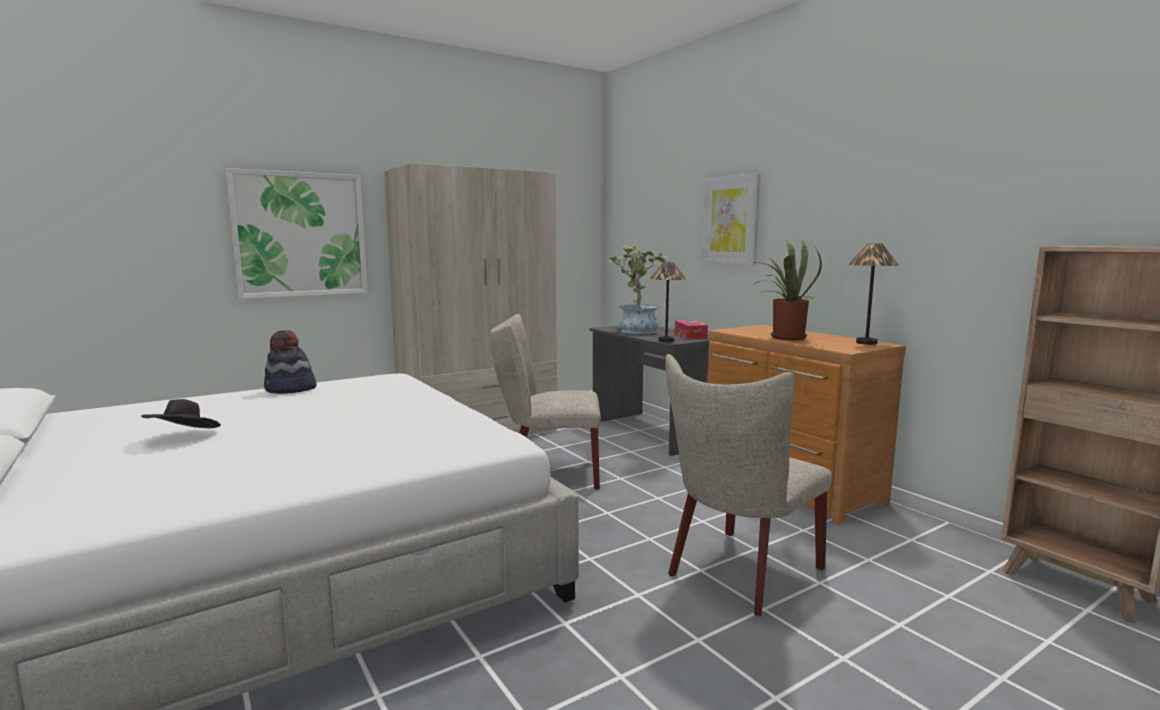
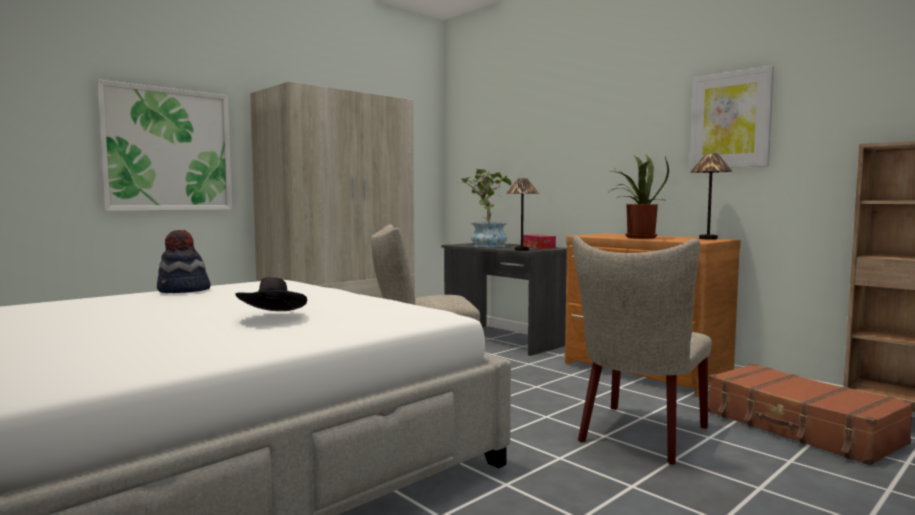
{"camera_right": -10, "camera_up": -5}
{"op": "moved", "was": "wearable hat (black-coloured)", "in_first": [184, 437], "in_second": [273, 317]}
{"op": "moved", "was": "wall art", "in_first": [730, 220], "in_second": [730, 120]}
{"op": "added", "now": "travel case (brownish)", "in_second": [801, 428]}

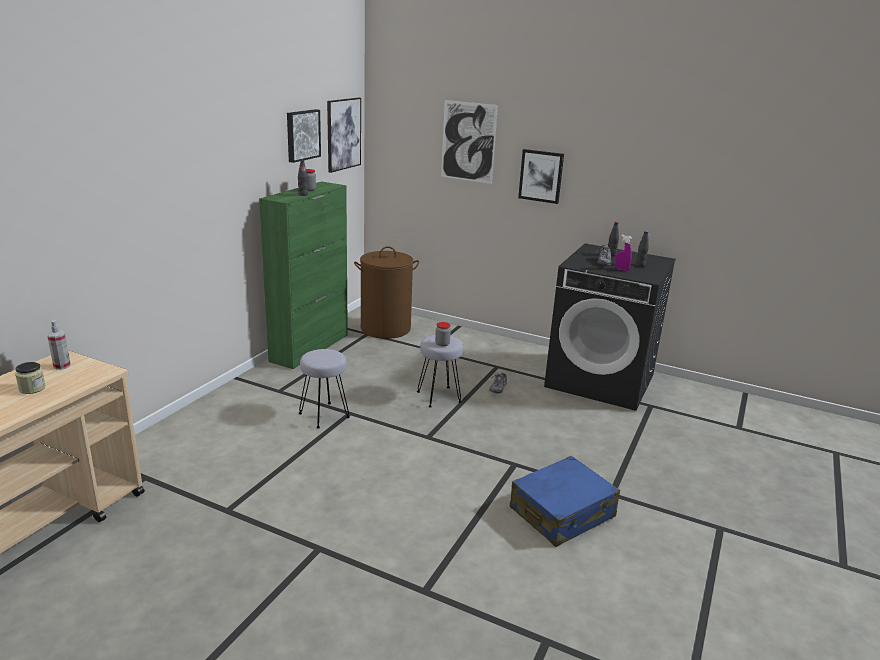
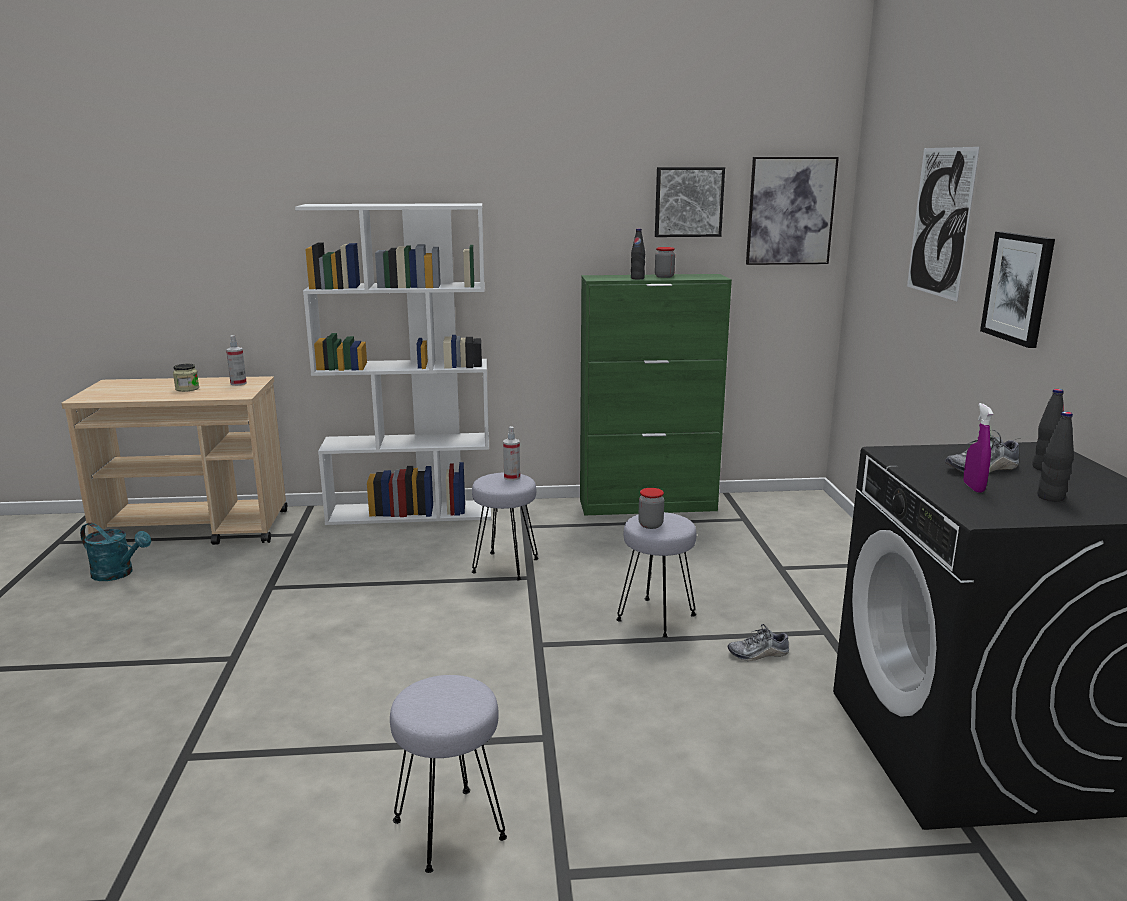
{"camera_right": 60, "camera_up": -5}
{"op": "added", "now": "sprinkling can (turquoise)", "in_second": [118, 574]}
{"op": "added", "now": "bookshelf (whitish)", "in_second": [411, 513]}
{"op": "replaced", "was": "travel case (blue)", "now": "stool (greyish)", "in_first": [562, 513], "in_second": [451, 828]}
{"op": "added", "now": "hand sprayer", "in_second": [512, 477]}
{"op": "removed", "was": "hamper (brownish)", "in_first": [385, 329]}

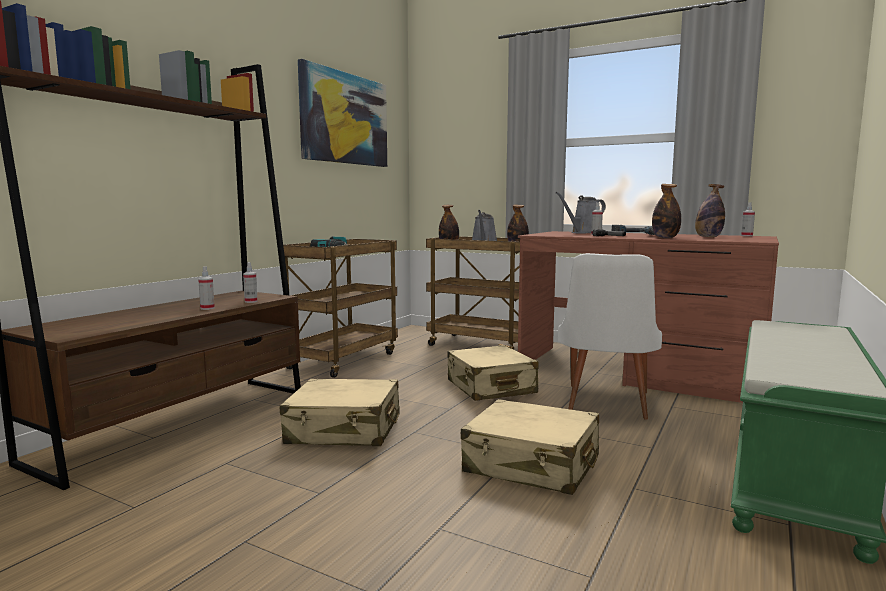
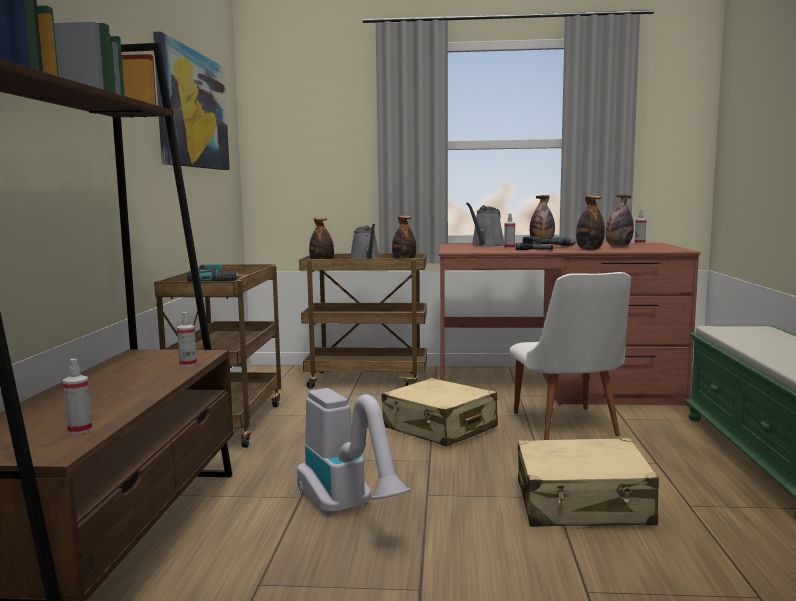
{"camera_right": -25, "camera_up": 0}
{"op": "moved", "was": "hand sprayer", "in_first": [207, 308], "in_second": [80, 430]}
{"op": "replaced", "was": "travel case (beige-coloured)", "now": "vacuum", "in_first": [344, 430], "in_second": [348, 509]}
{"op": "added", "now": "drink bottle", "in_second": [541, 244]}

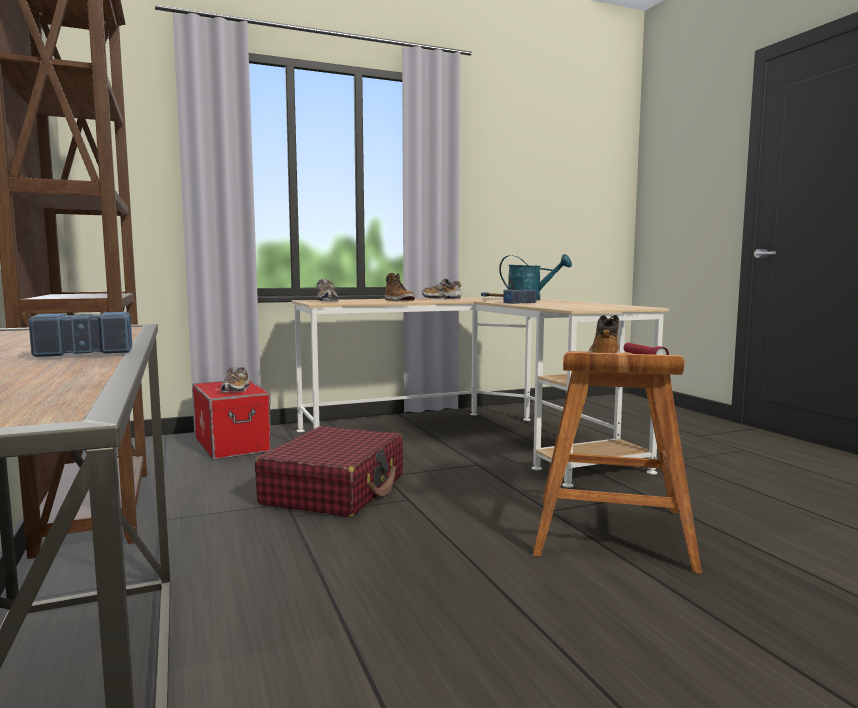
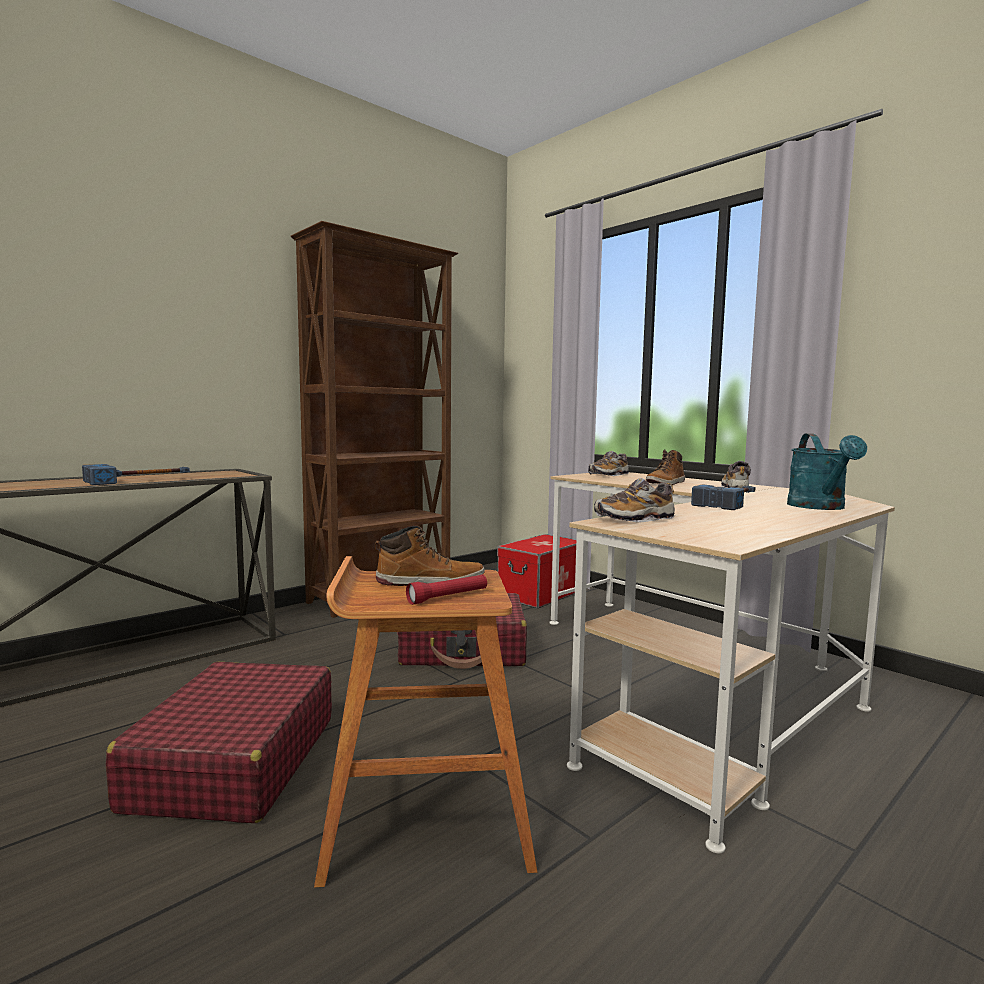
{"camera_right": 70, "camera_up": 0}
{"op": "added", "now": "travel case (red-coloured)", "in_second": [234, 762]}
{"op": "moved", "was": "item of footwear", "in_first": [236, 390], "in_second": [634, 519]}

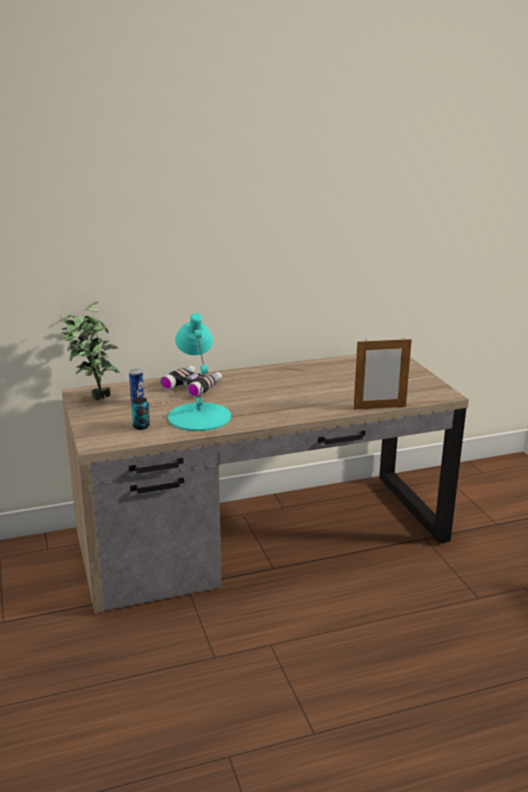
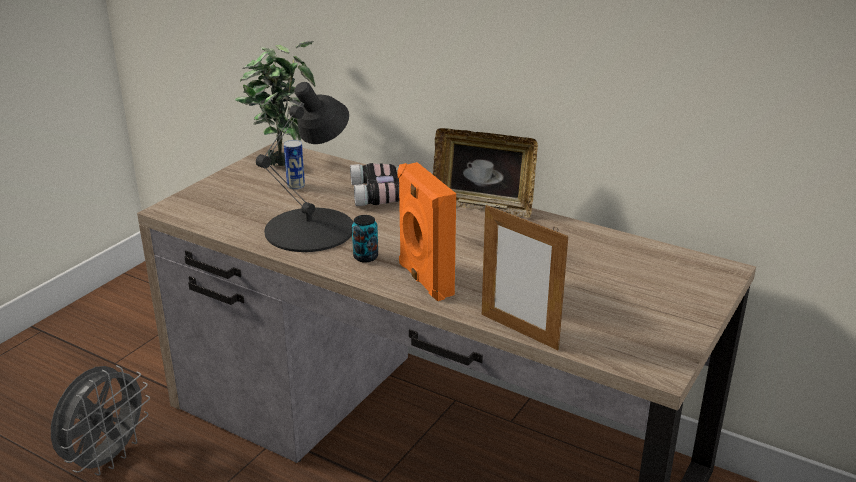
{"camera_right": 50, "camera_up": 5}
{"op": "added", "now": "cooling fan (greyish)", "in_second": [107, 458]}
{"op": "recoloured", "was": "tabletop lamp (turquoise)", "now": "tabletop lamp (black-coloured)", "in_first": [199, 416], "in_second": [311, 229]}
{"op": "moved", "was": "metal can", "in_first": [141, 426], "in_second": [365, 257]}
{"op": "added", "now": "loudspeaker (orangey)", "in_second": [424, 280]}
{"op": "added", "now": "photo frame", "in_second": [483, 206]}

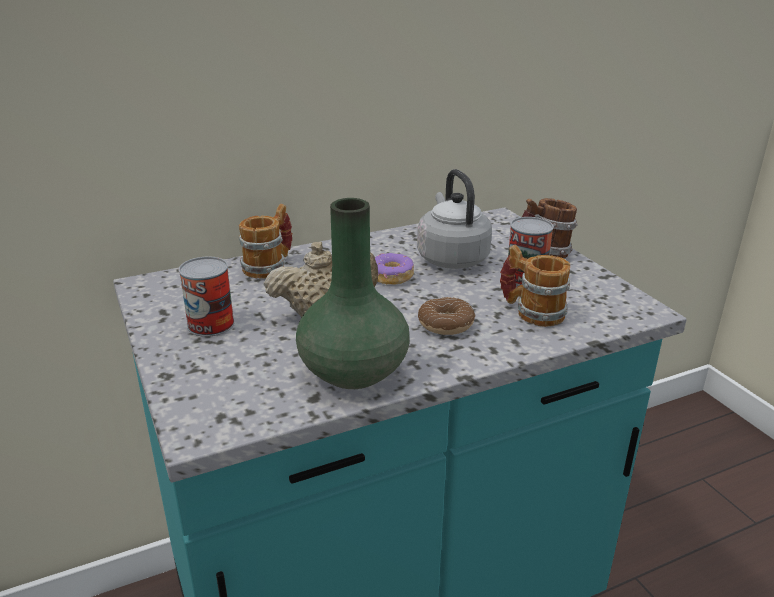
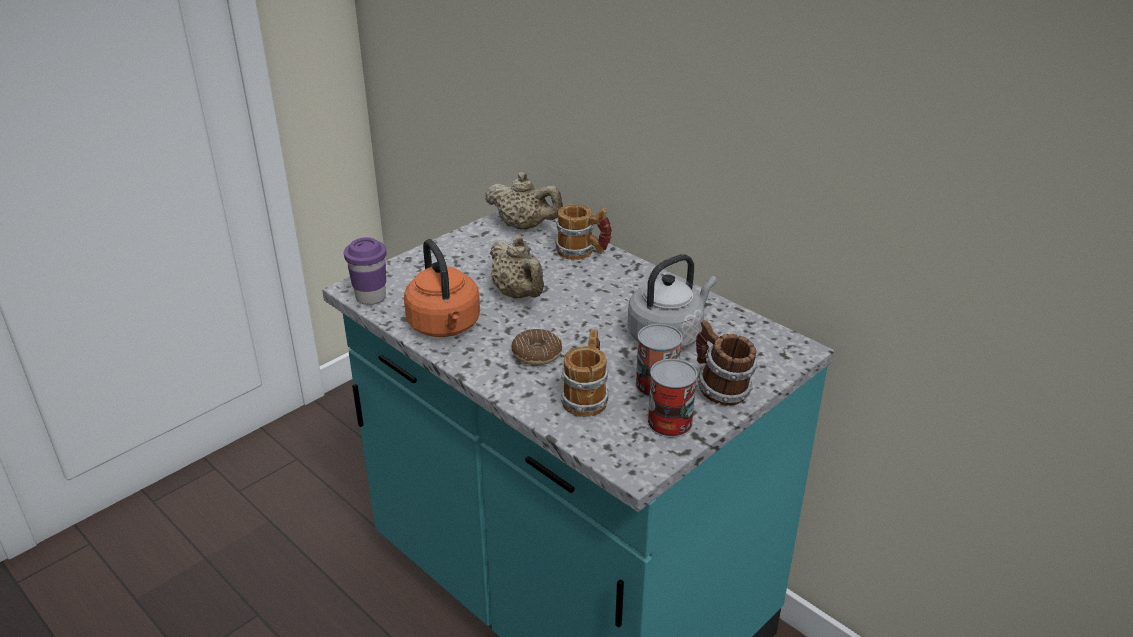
{"camera_right": 70, "camera_up": 5}
{"op": "added", "now": "cup (purple-coloured)", "in_second": [371, 297]}
{"op": "replaced", "was": "vase (green-coloured)", "now": "kettle (orangey)", "in_first": [354, 371], "in_second": [445, 326]}
{"op": "added", "now": "tea pot (beige-coloured)", "in_second": [524, 226]}
{"op": "moved", "was": "metal can", "in_first": [211, 324], "in_second": [669, 422]}
{"op": "removed", "was": "doughnut", "in_first": [391, 276]}

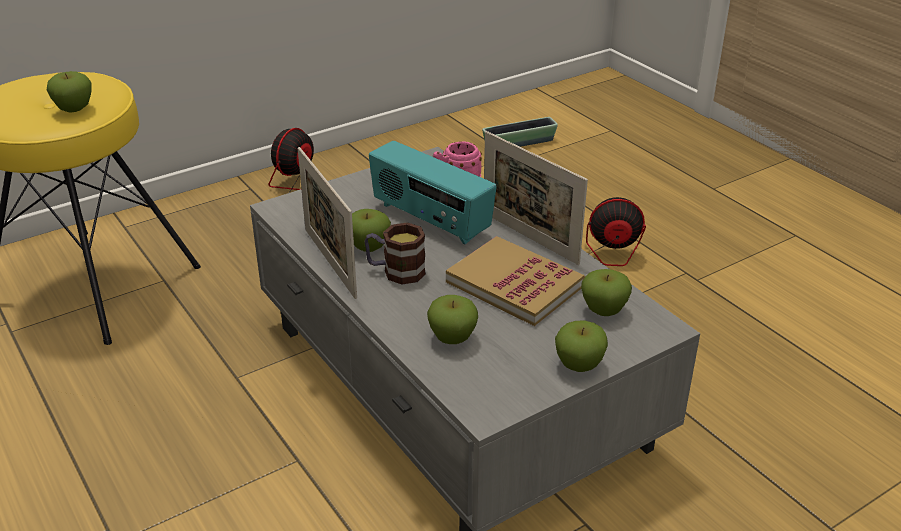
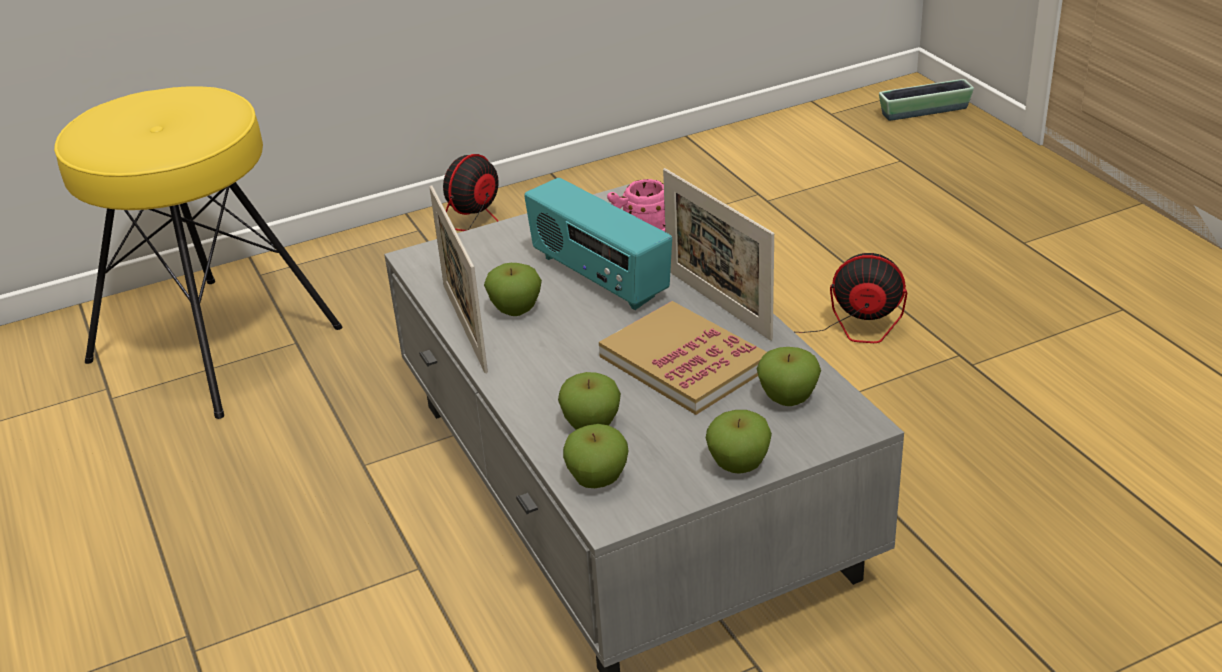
{"camera_right": 10, "camera_up": 0}
{"op": "moved", "was": "apple fruit", "in_first": [74, 109], "in_second": [597, 480]}
{"op": "moved", "was": "flower pot", "in_first": [519, 143], "in_second": [924, 111]}
{"op": "removed", "was": "coffee mug", "in_first": [395, 271]}

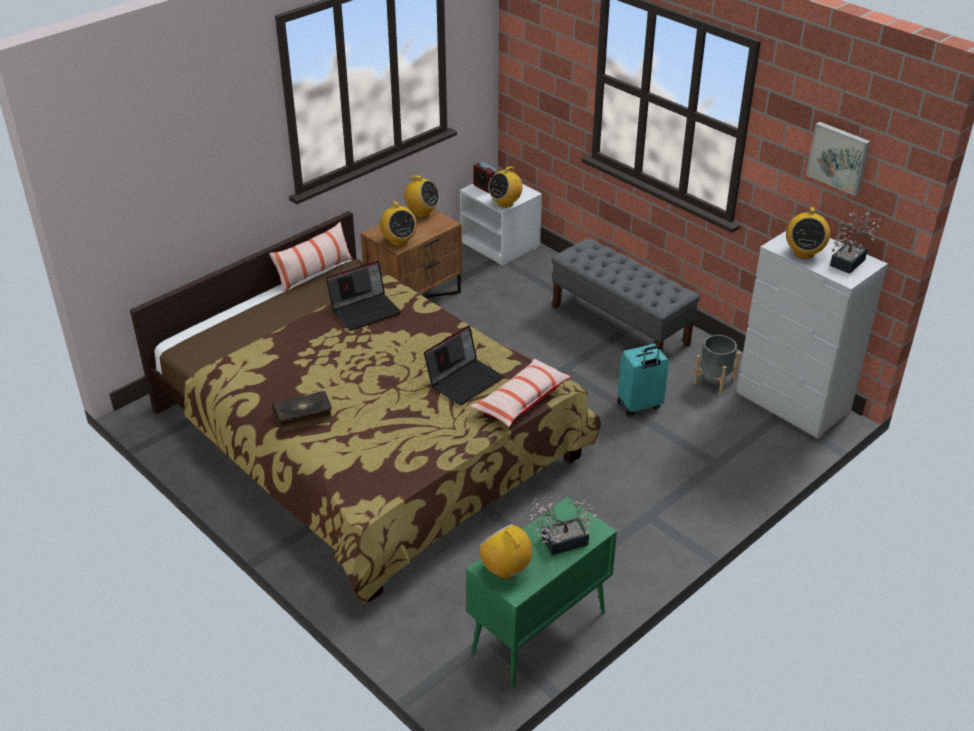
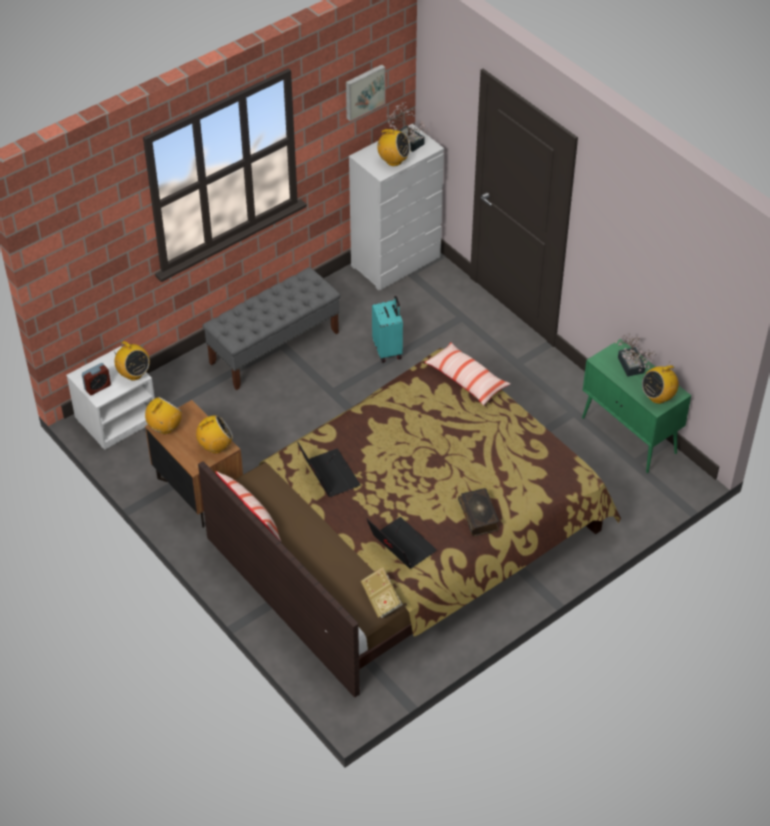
{"camera_right": -85, "camera_up": 10}
{"op": "added", "now": "volume", "in_second": [382, 600]}
{"op": "moved", "was": "laptop", "in_first": [465, 380], "in_second": [400, 546]}
{"op": "removed", "was": "flower pot (greyish)", "in_first": [714, 381]}

